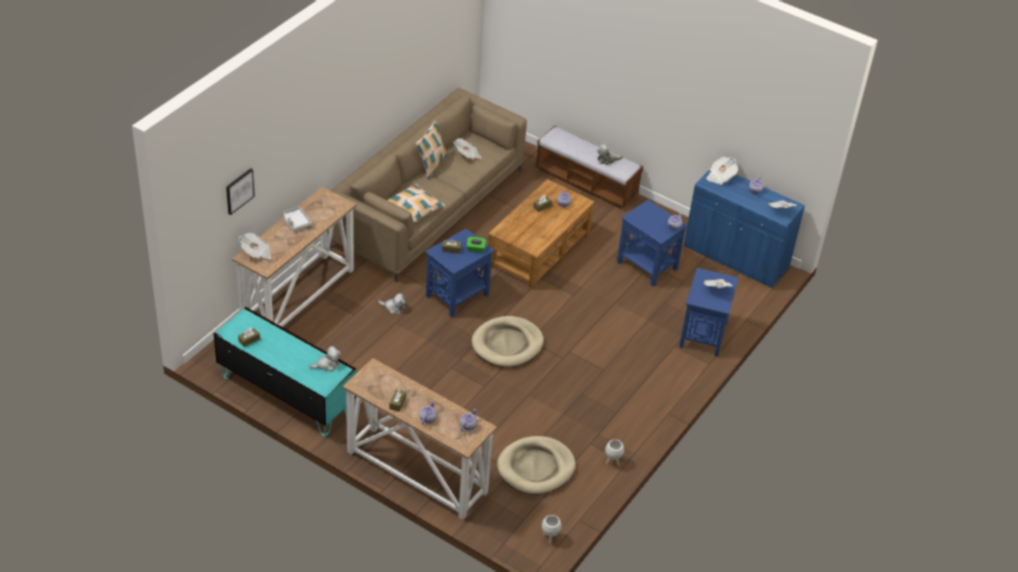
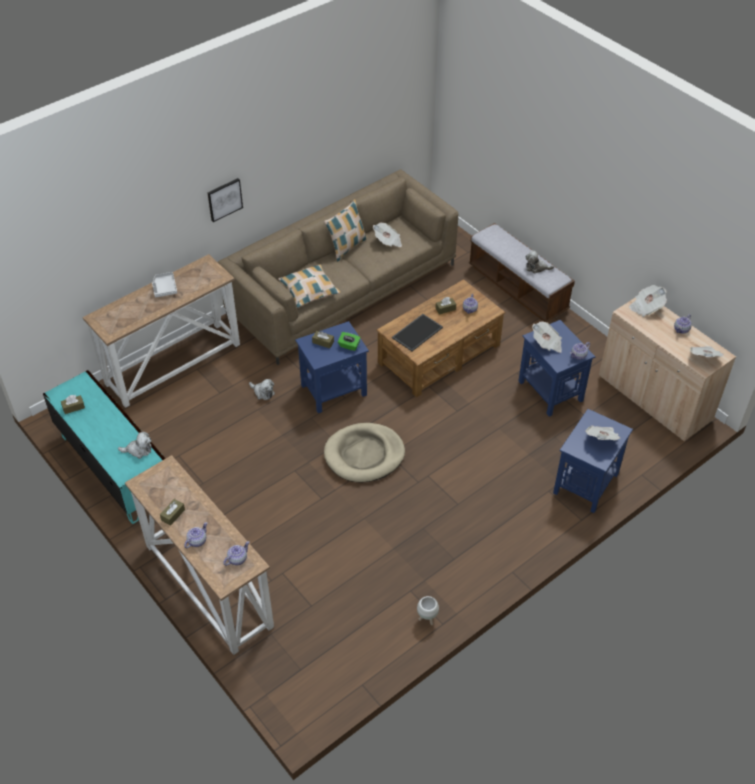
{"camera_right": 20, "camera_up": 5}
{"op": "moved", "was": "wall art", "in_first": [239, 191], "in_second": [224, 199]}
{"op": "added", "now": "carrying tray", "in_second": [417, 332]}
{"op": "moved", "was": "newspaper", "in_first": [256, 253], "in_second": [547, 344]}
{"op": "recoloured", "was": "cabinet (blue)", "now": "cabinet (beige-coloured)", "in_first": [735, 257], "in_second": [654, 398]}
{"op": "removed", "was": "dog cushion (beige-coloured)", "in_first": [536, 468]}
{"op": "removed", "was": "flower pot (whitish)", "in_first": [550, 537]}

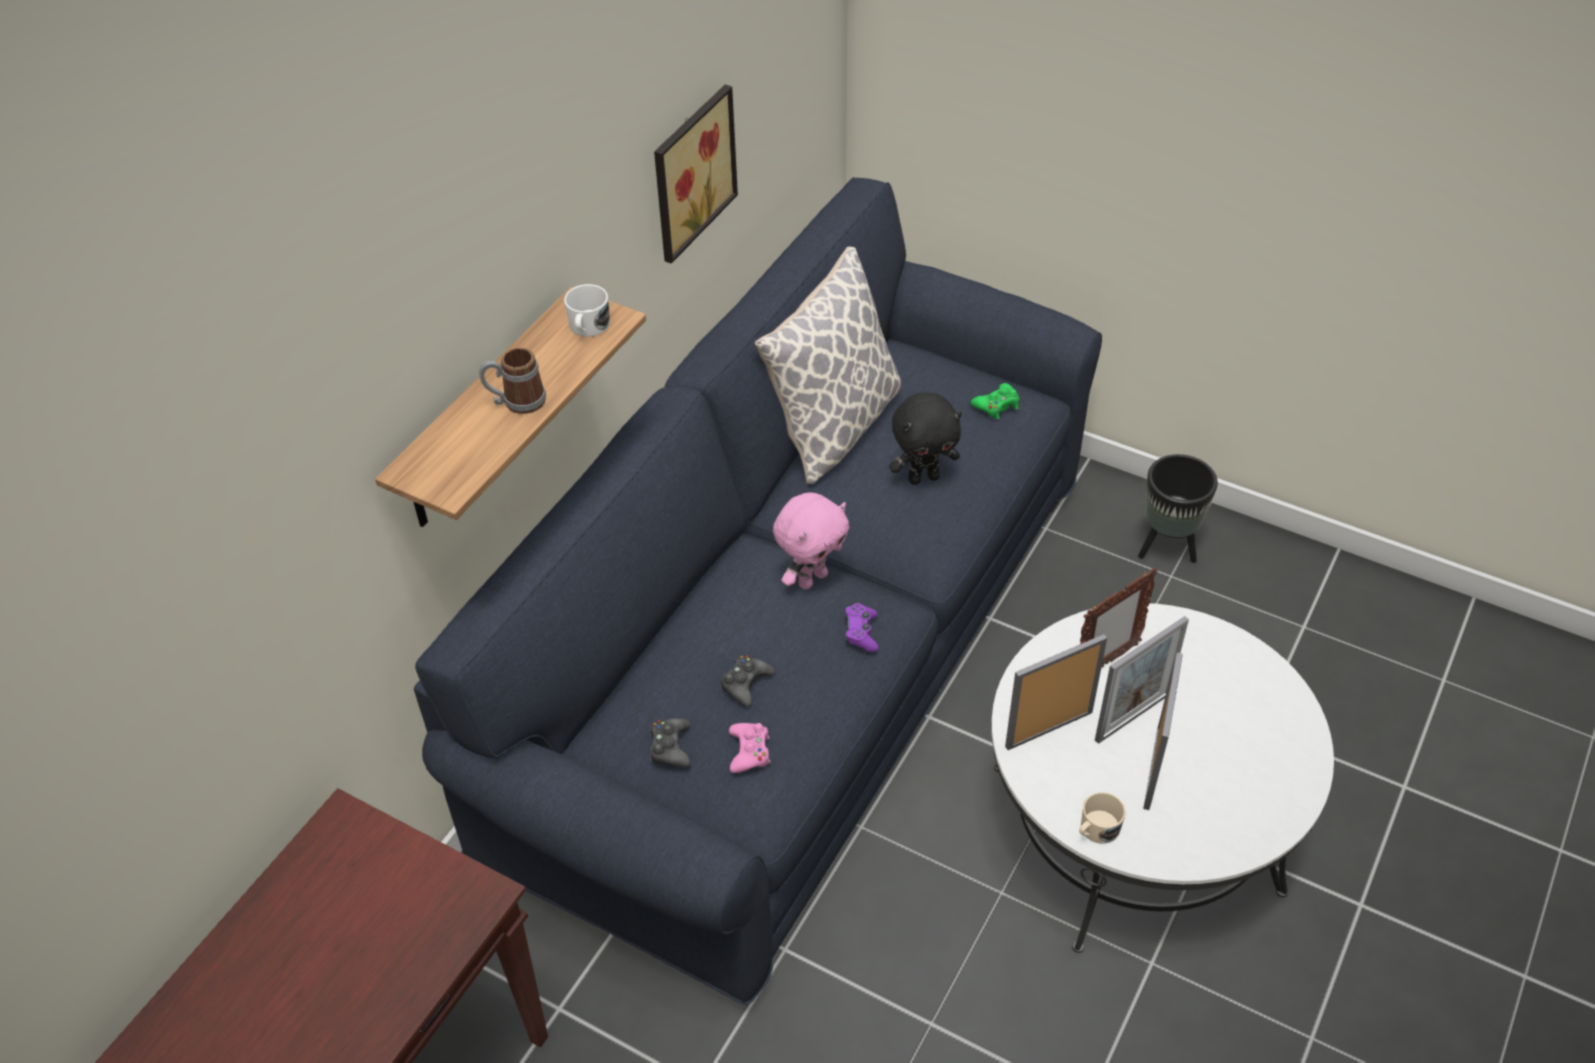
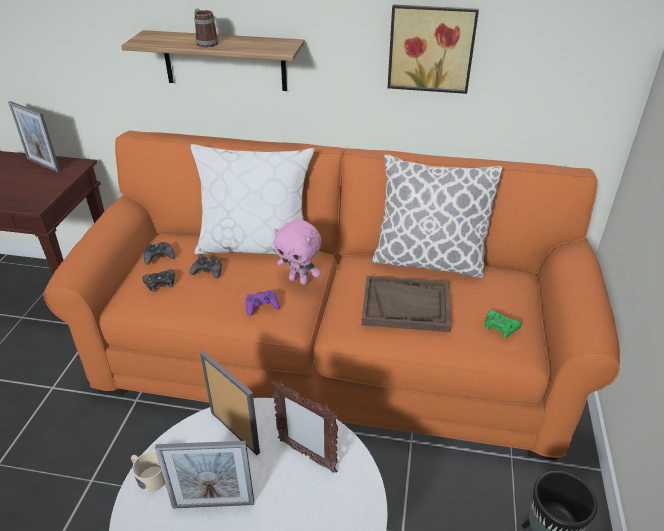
{"camera_right": 70, "camera_up": -10}
{"op": "moved", "was": "photo frame", "in_first": [1132, 717], "in_second": [43, 165]}
{"op": "recoloured", "was": "sofa (blue)", "now": "sofa (orangey)", "in_first": [800, 661], "in_second": [332, 357]}
{"op": "recoloured", "was": "game controller (pinkish)", "now": "game controller (black-coloured)", "in_first": [749, 752], "in_second": [160, 283]}
{"op": "added", "now": "cushion (whitish)", "in_second": [256, 245]}
{"op": "replaced", "was": "plush toy (black-coloured)", "now": "carrying tray (brownish)", "in_first": [923, 477], "in_second": [406, 305]}
{"op": "removed", "was": "coffee mug (whitish)", "in_first": [588, 327]}

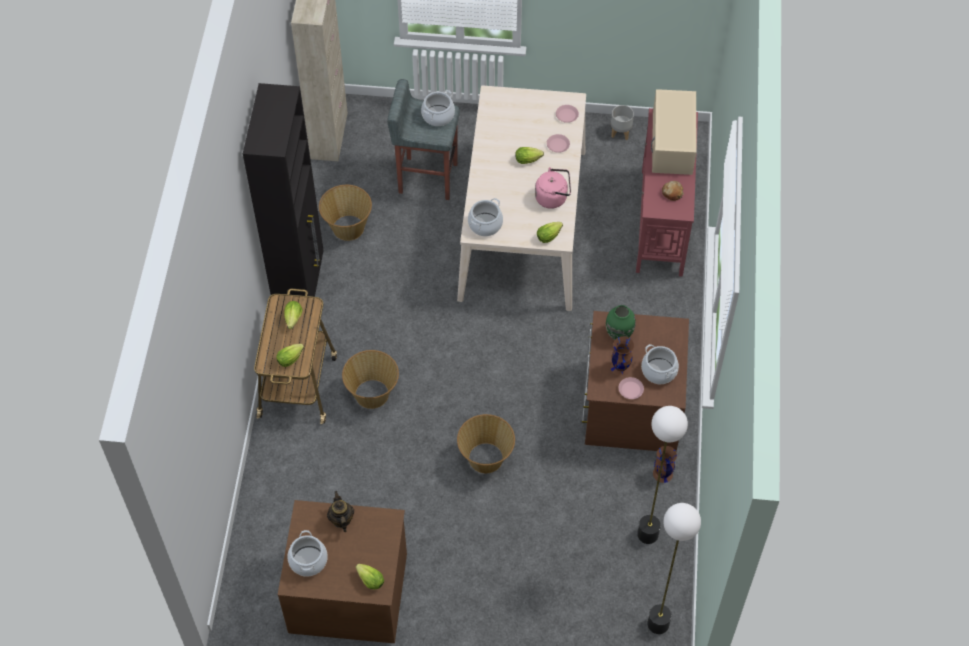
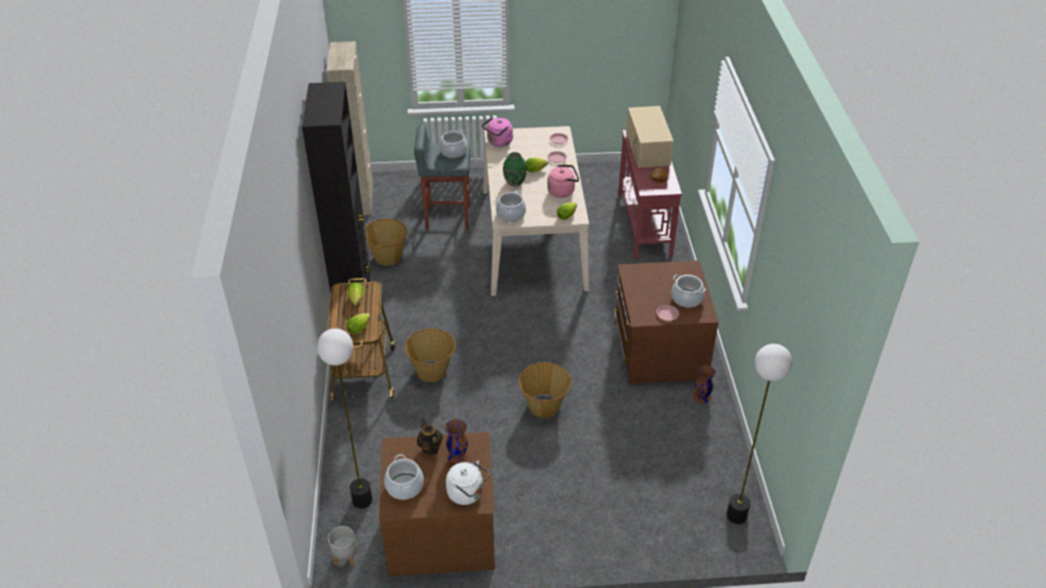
{"camera_right": -10, "camera_up": -15}
{"op": "moved", "was": "standing lamp", "in_first": [647, 534], "in_second": [361, 499]}
{"op": "moved", "was": "flower pot (greyish)", "in_first": [620, 132], "in_second": [345, 557]}
{"op": "moved", "was": "vase (brownish)", "in_first": [620, 366], "in_second": [457, 454]}
{"op": "replaced", "was": "lettuce head", "now": "kettle (whitish)", "in_first": [369, 579], "in_second": [467, 494]}
{"op": "added", "now": "kettle (pinkish)", "in_second": [498, 142]}
{"op": "moved", "was": "vase (green-coloured)", "in_first": [618, 333], "in_second": [514, 182]}

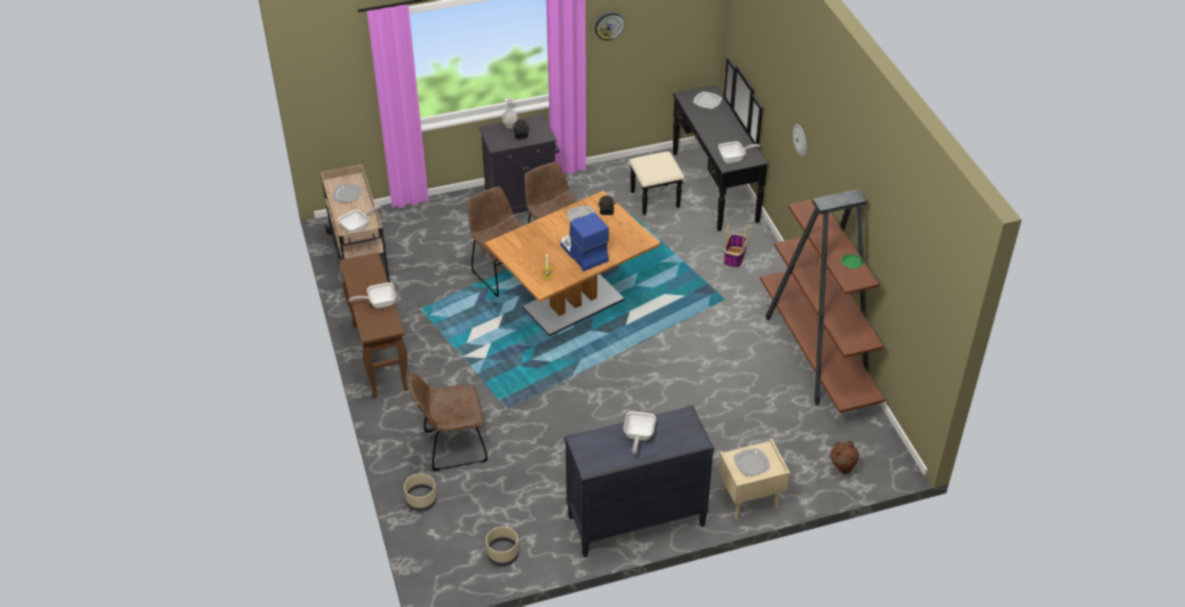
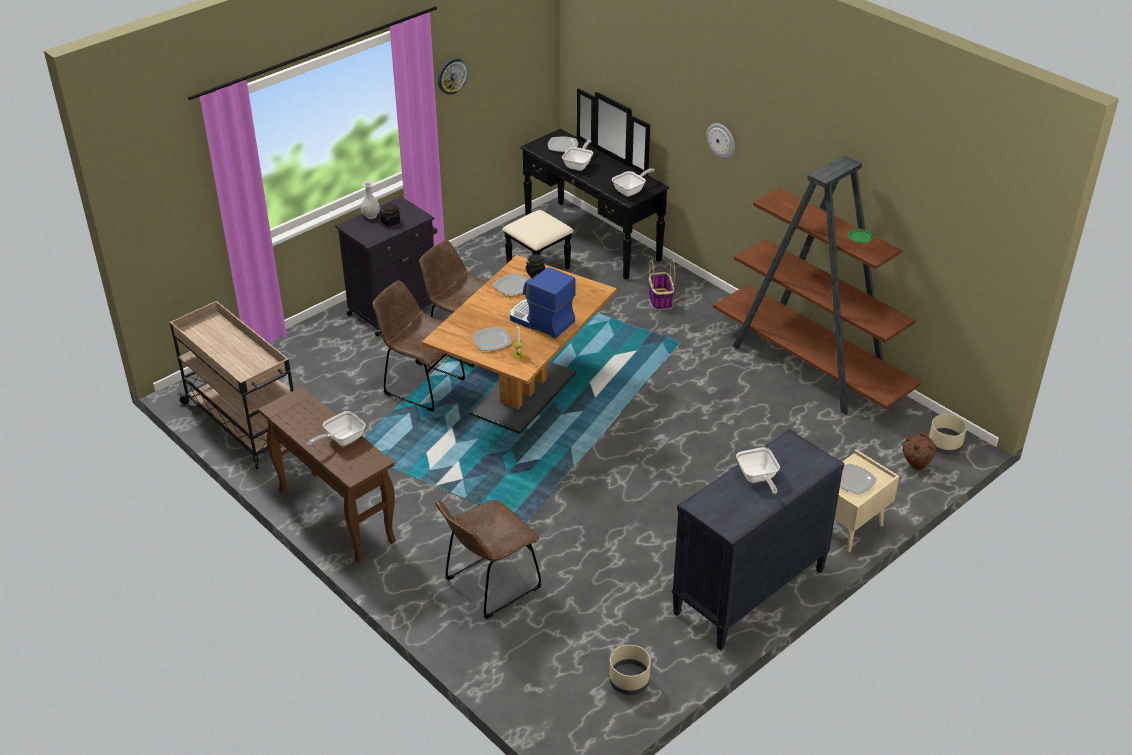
{"camera_right": -25, "camera_up": -5}
{"op": "moved", "was": "dinner plate", "in_first": [347, 194], "in_second": [491, 341]}
{"op": "moved", "was": "skillet", "in_first": [358, 228], "in_second": [579, 165]}
{"op": "moved", "was": "flower pot (beige-coloured)", "in_first": [421, 501], "in_second": [944, 446]}

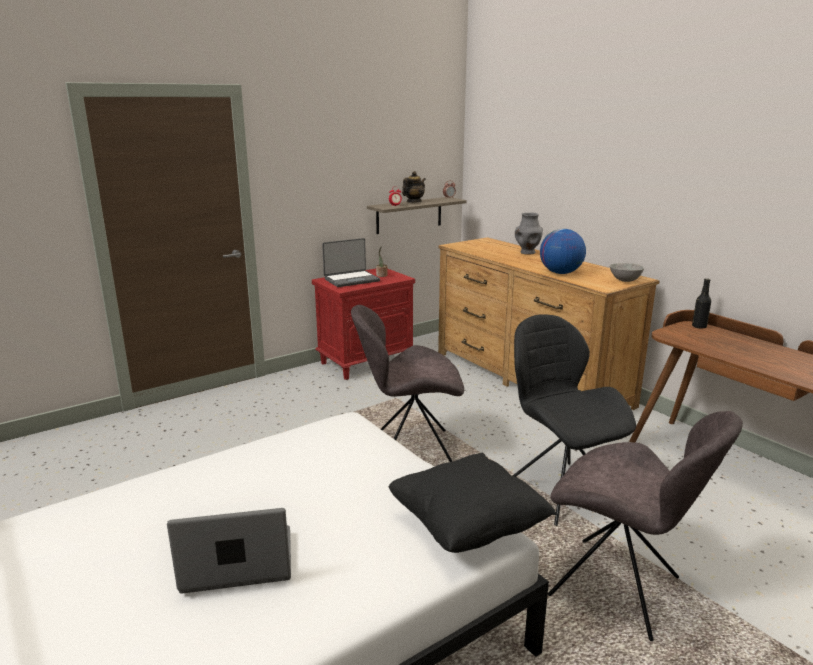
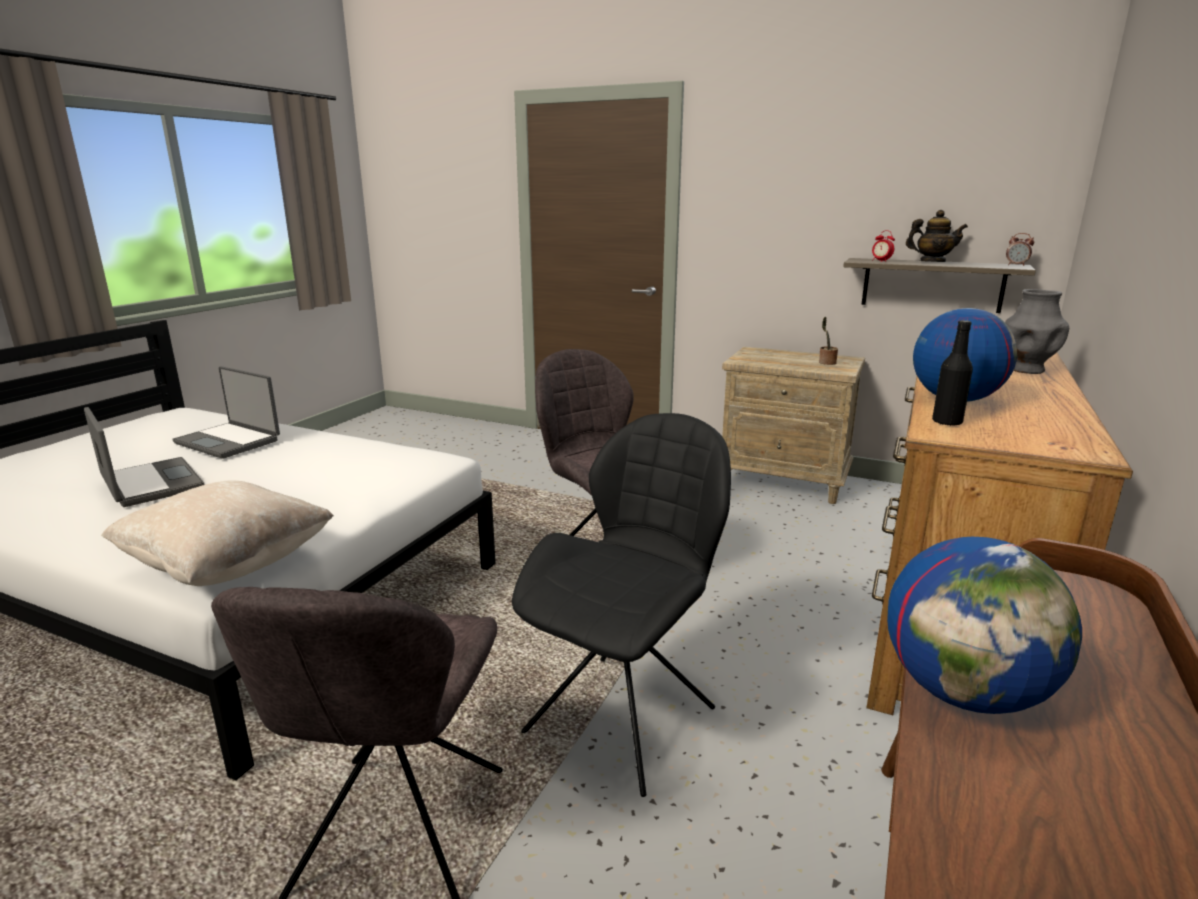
{"camera_right": 60, "camera_up": 0}
{"op": "recoloured", "was": "cushion (black-coloured)", "now": "cushion (beige-coloured)", "in_first": [467, 527], "in_second": [228, 566]}
{"op": "moved", "was": "laptop", "in_first": [351, 279], "in_second": [229, 441]}
{"op": "recoloured", "was": "nightstand (red-coloured)", "now": "nightstand (beige-coloured)", "in_first": [366, 362], "in_second": [785, 481]}
{"op": "added", "now": "globe", "in_second": [965, 693]}
{"op": "moved", "was": "drink bottle (black-coloured)", "in_first": [699, 326], "in_second": [947, 422]}
{"op": "removed", "was": "serving bowl (greyish)", "in_first": [624, 281]}

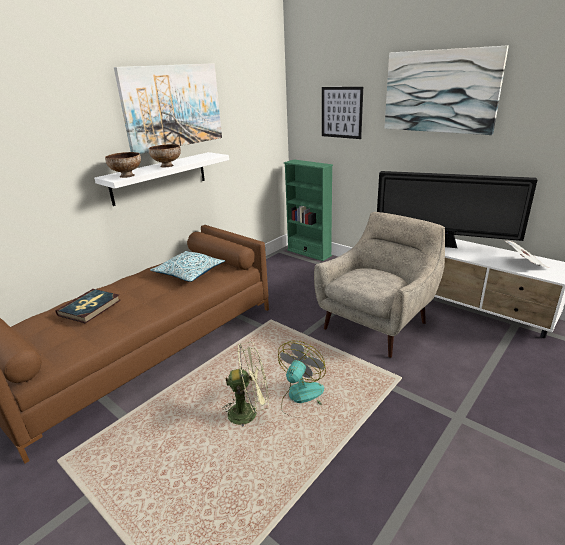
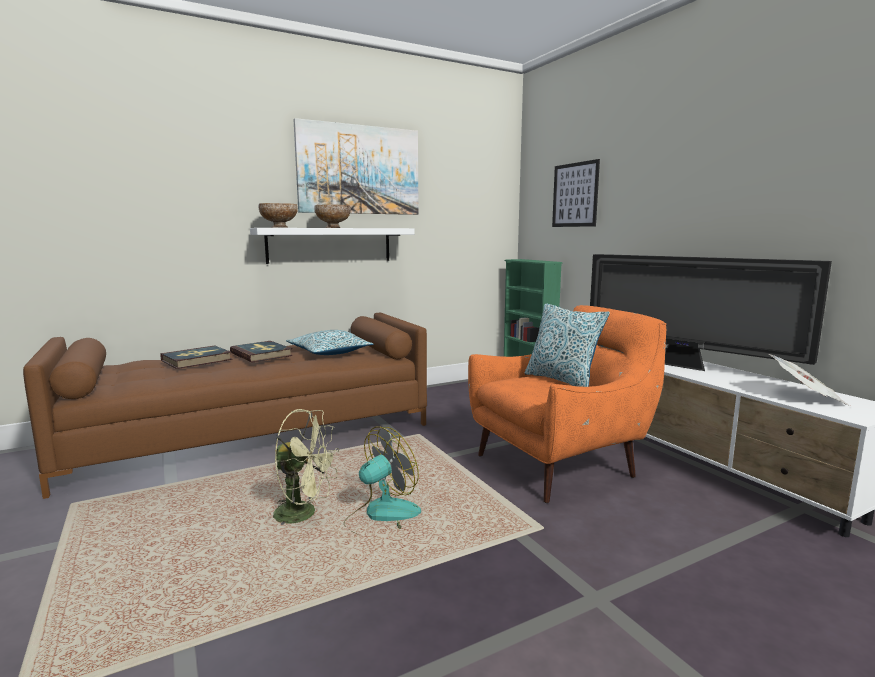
{"camera_right": 20, "camera_up": -15}
{"op": "added", "now": "volume", "in_second": [261, 354]}
{"op": "recoloured", "was": "armchair (beige-coloured)", "now": "armchair (orangey)", "in_first": [378, 323], "in_second": [560, 464]}
{"op": "added", "now": "cushion", "in_second": [562, 381]}
{"op": "removed", "was": "wall art", "in_first": [440, 91]}

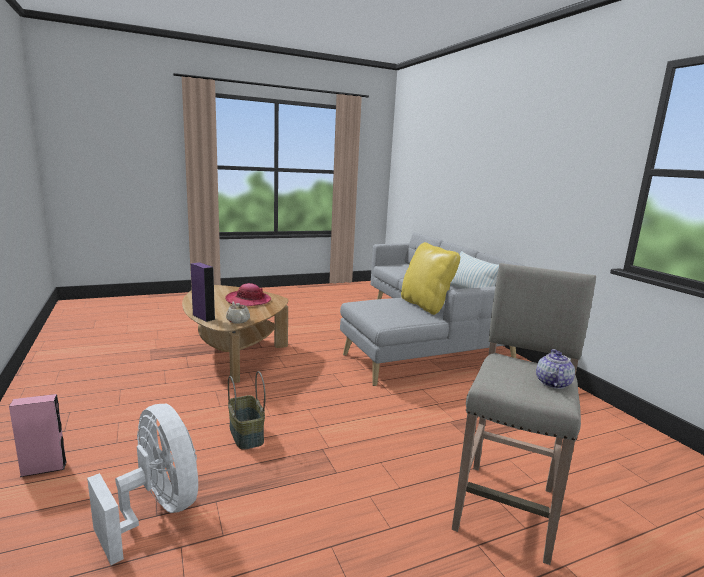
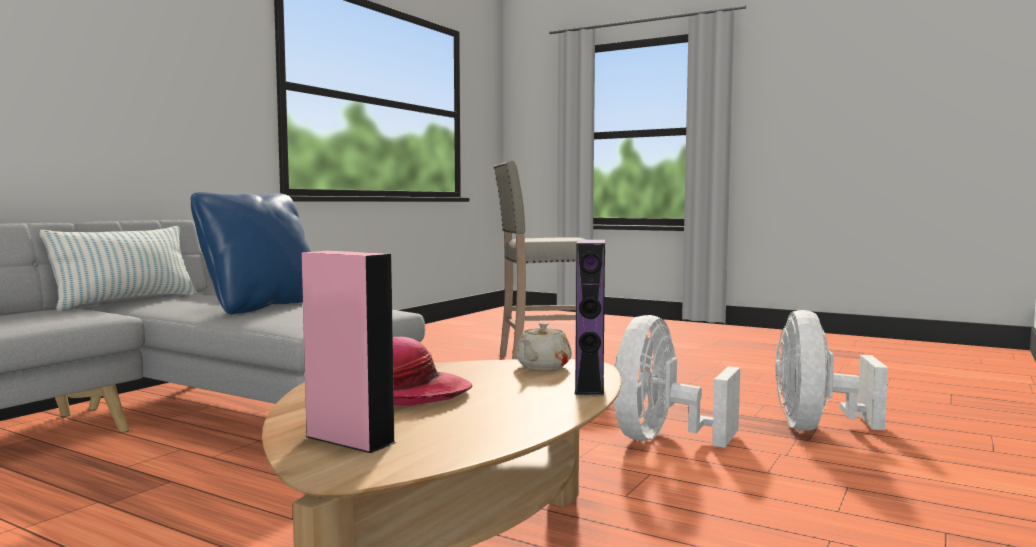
{"camera_right": -125, "camera_up": -10}
{"op": "recoloured", "was": "cushion (yellowish)", "now": "cushion (blue)", "in_first": [425, 305], "in_second": [260, 306]}
{"op": "moved", "was": "loudspeaker (pinkish)", "in_first": [44, 468], "in_second": [349, 439]}
{"op": "replaced", "was": "household basket", "now": "cooling fan (whitish)", "in_first": [245, 434], "in_second": [662, 439]}
{"op": "removed", "was": "tea pot", "in_first": [552, 383]}

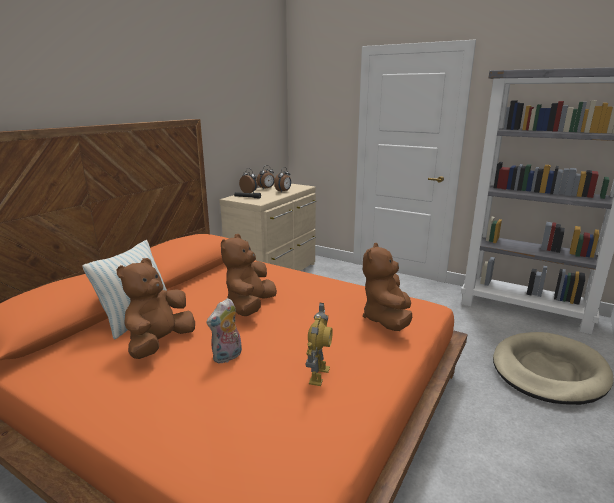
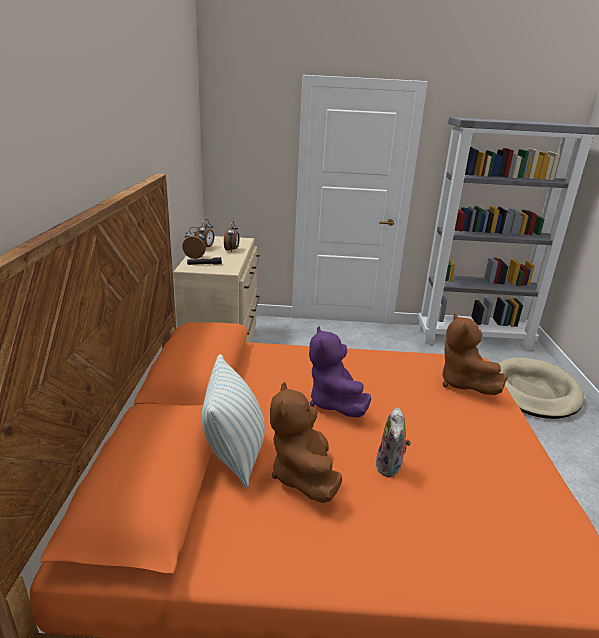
{"camera_right": -30, "camera_up": 5}
{"op": "recoloured", "was": "plush toy (brownish)", "now": "plush toy (purple-coloured)", "in_first": [250, 307], "in_second": [334, 403]}
{"op": "removed", "was": "model robot", "in_first": [318, 375]}

